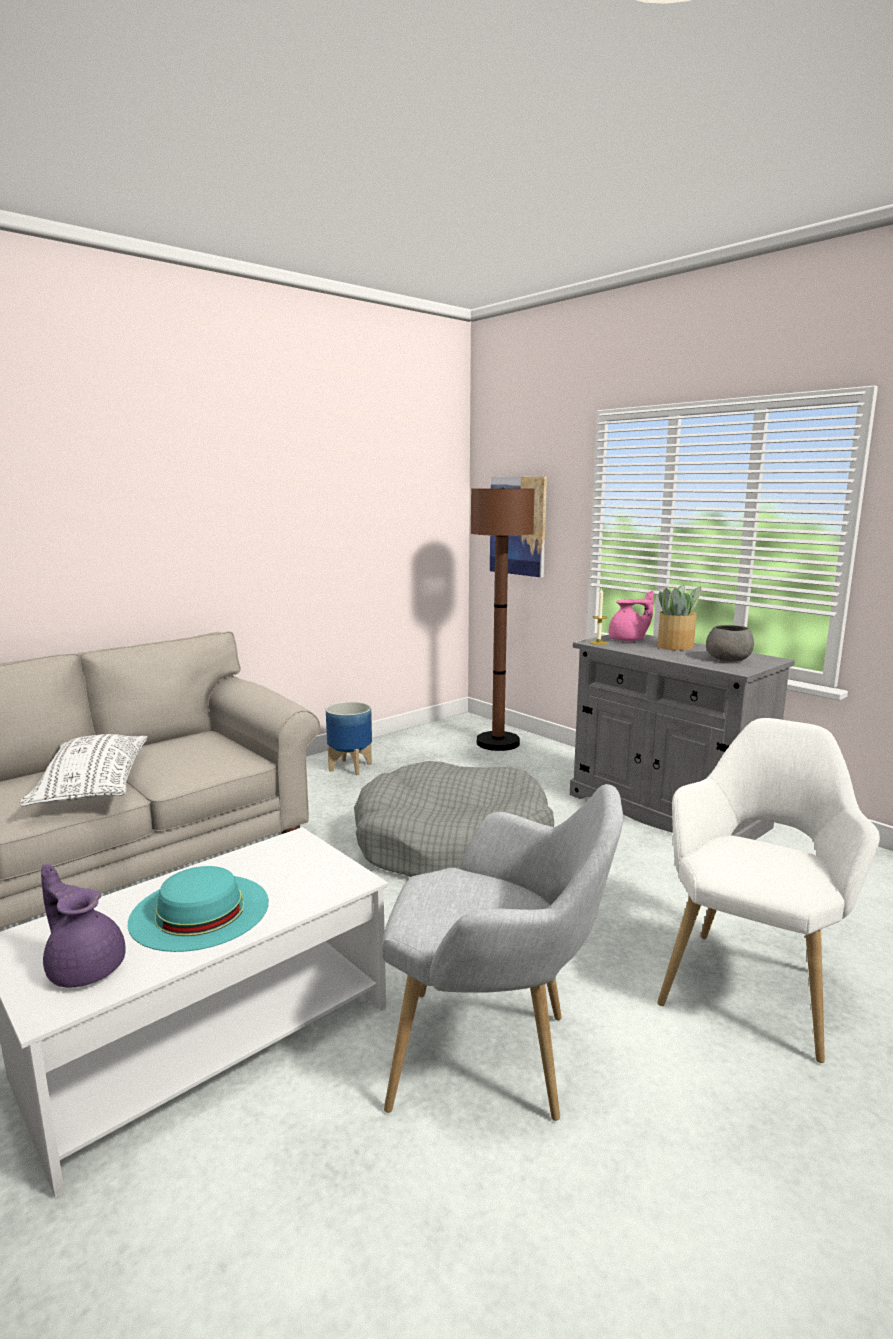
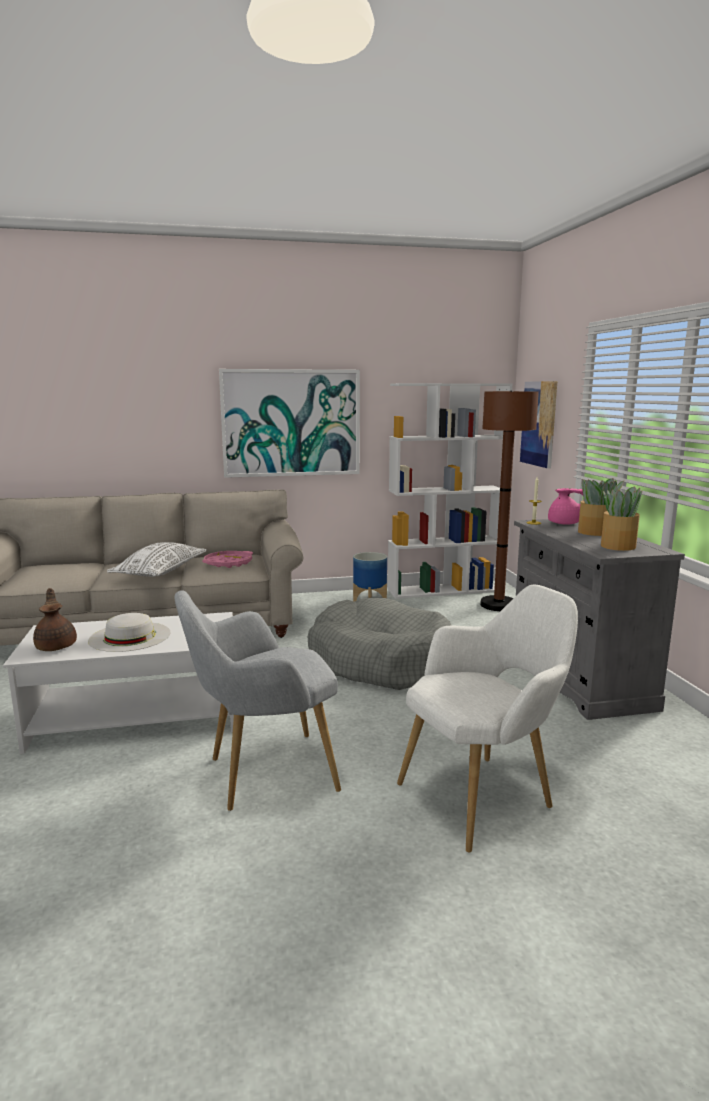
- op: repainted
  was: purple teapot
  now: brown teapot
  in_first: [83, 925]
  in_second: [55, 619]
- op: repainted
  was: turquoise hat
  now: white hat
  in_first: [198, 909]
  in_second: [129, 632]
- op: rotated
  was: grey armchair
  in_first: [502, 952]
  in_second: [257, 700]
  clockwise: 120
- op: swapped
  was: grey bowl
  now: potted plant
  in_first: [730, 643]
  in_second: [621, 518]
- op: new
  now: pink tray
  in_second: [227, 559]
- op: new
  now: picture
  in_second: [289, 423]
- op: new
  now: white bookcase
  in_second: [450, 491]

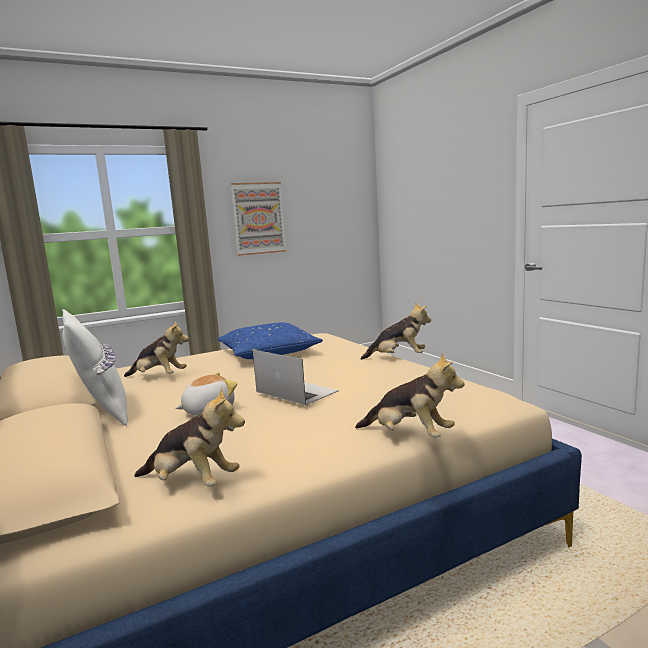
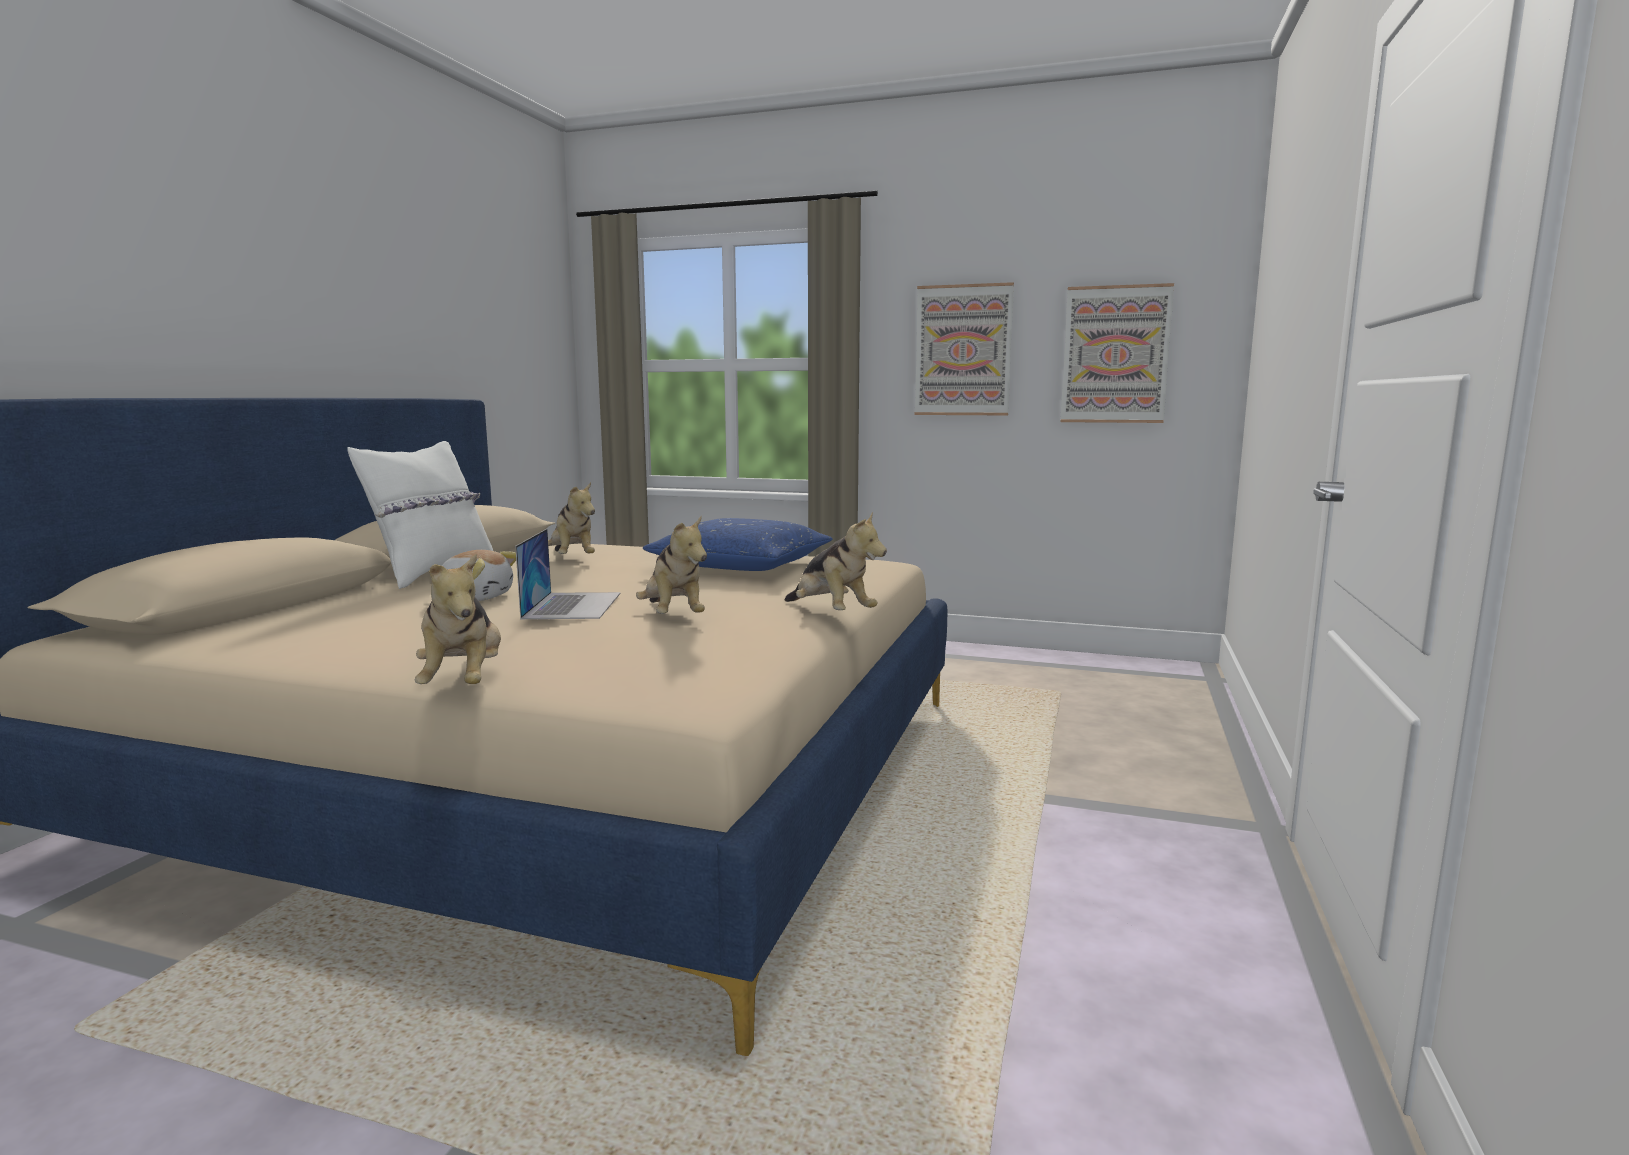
- op: shifted
  was: plush toy
  in_first: [189, 436]
  in_second: [671, 565]
- op: new
  now: picture
  in_second: [1117, 353]

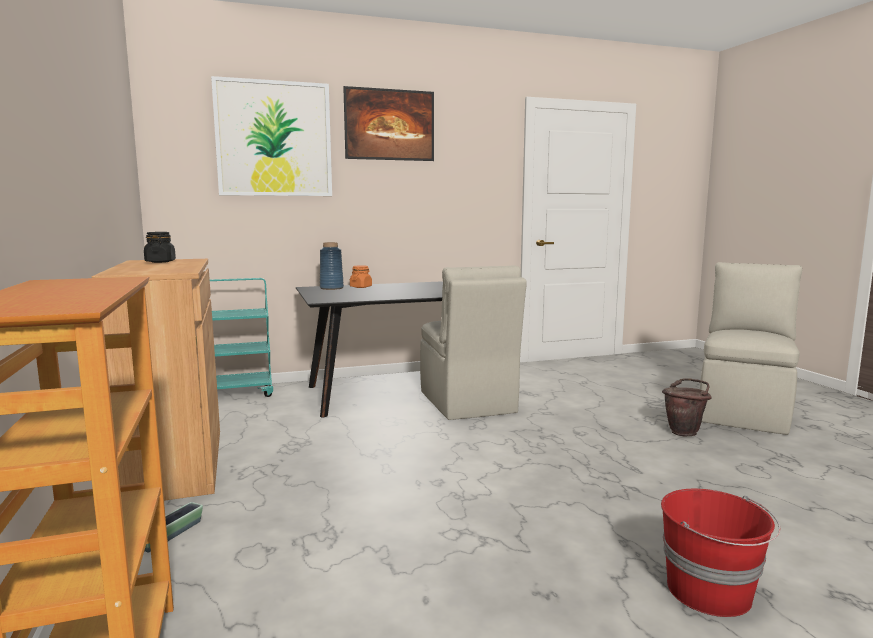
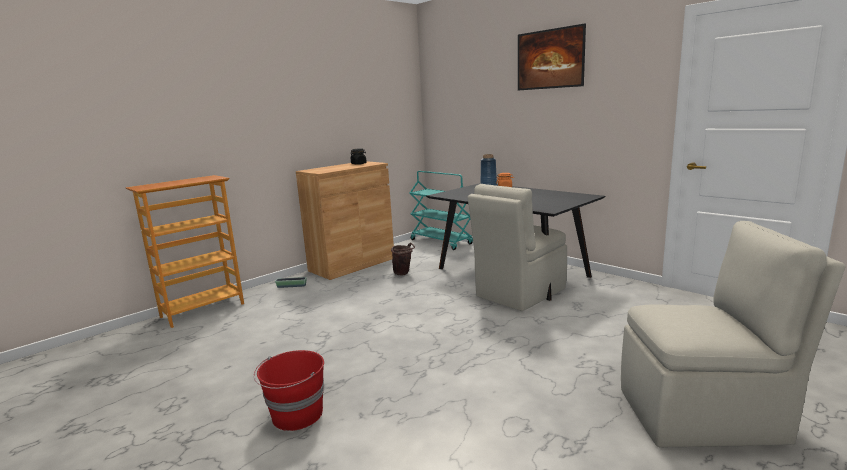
- op: gone
  was: picture
  in_first: [271, 136]
- op: shifted
  was: brown bucket
  in_first: [687, 407]
  in_second: [403, 258]

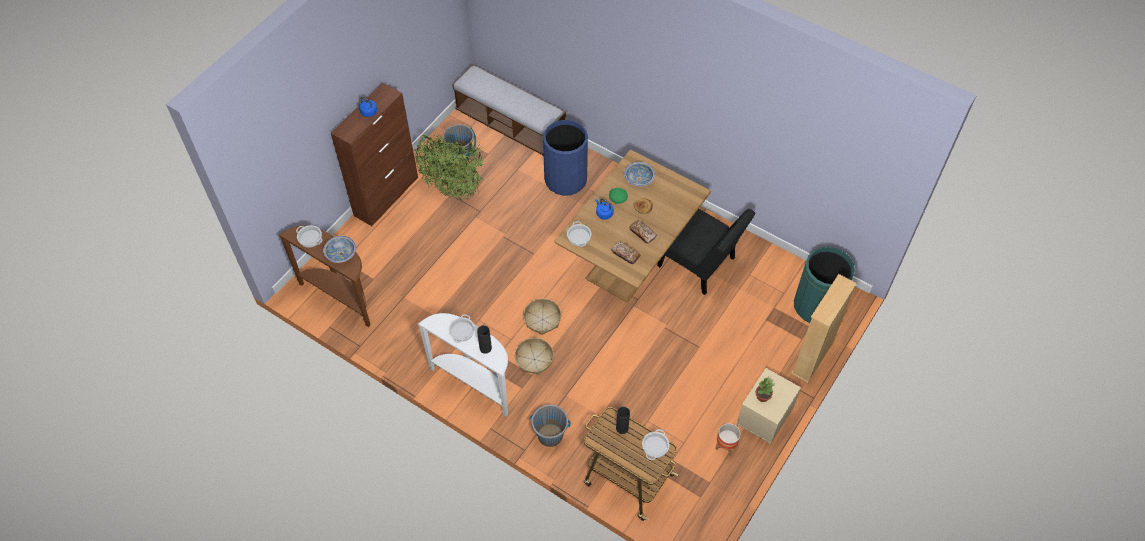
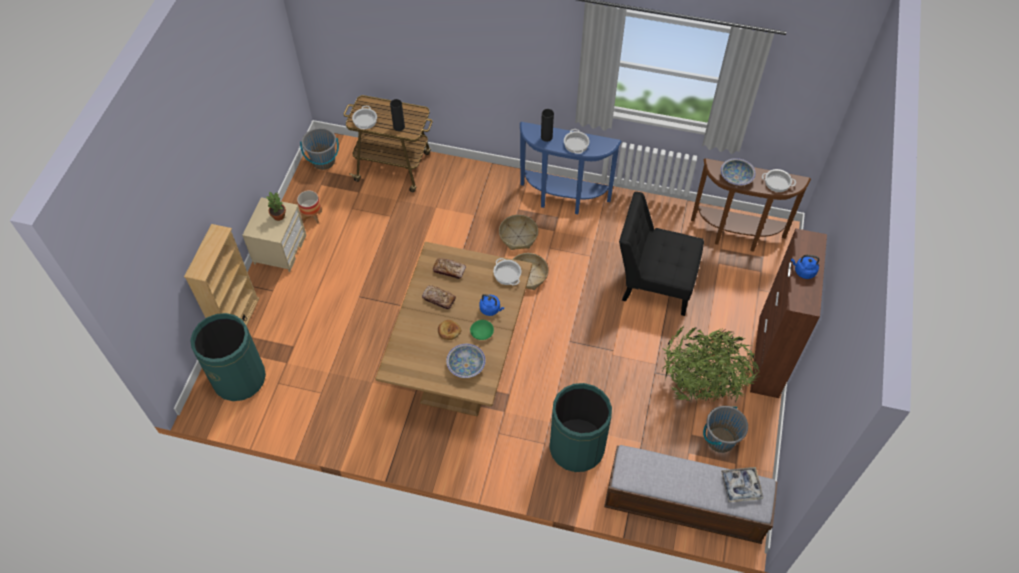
- op: repainted
  was: white console table
  now: blue console table
  in_first: [463, 365]
  in_second: [571, 168]
- op: shifted
  was: grey bucket
  in_first: [550, 426]
  in_second: [319, 149]
- op: repainted
  was: blue trash can
  now: green trash can
  in_first: [565, 158]
  in_second: [580, 427]
- op: shifted
  was: black chair
  in_first: [706, 252]
  in_second: [661, 254]
- op: new
  now: tray
  in_second: [742, 485]

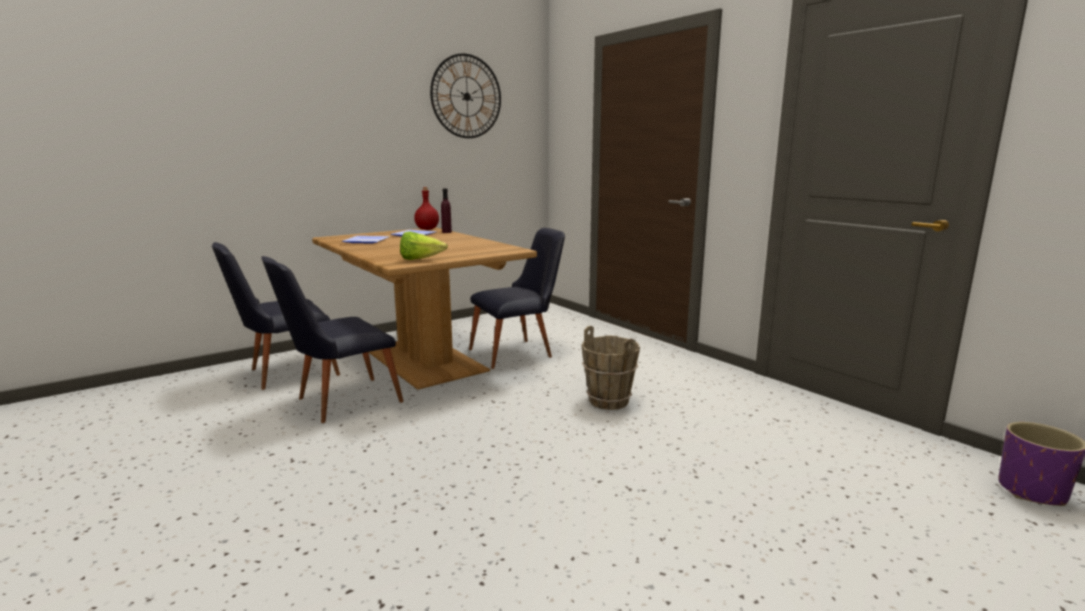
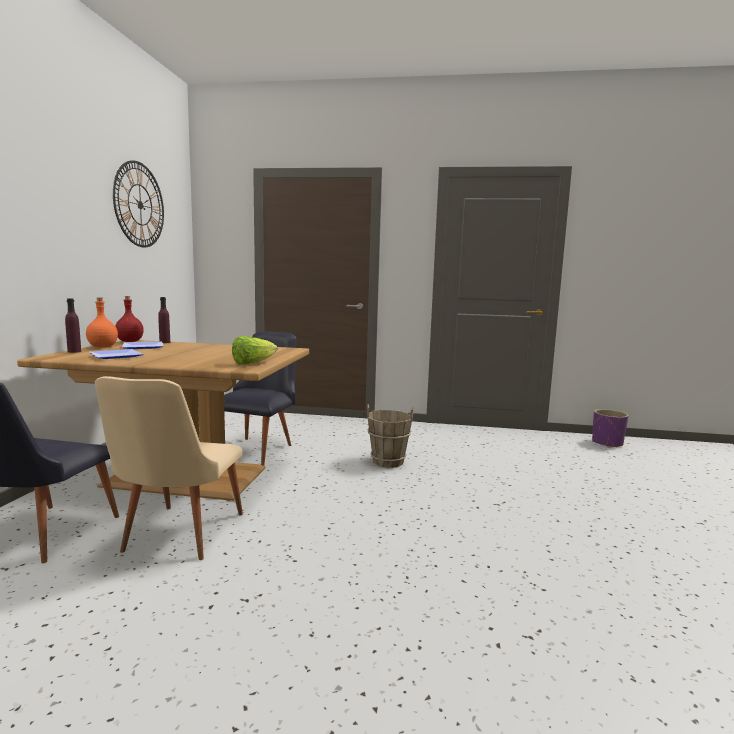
- op: repainted
  was: black chair
  now: beige chair
  in_first: [332, 339]
  in_second: [169, 468]
- op: new
  now: purple bottle
  in_second: [73, 325]
- op: new
  now: orange bottle
  in_second: [102, 322]

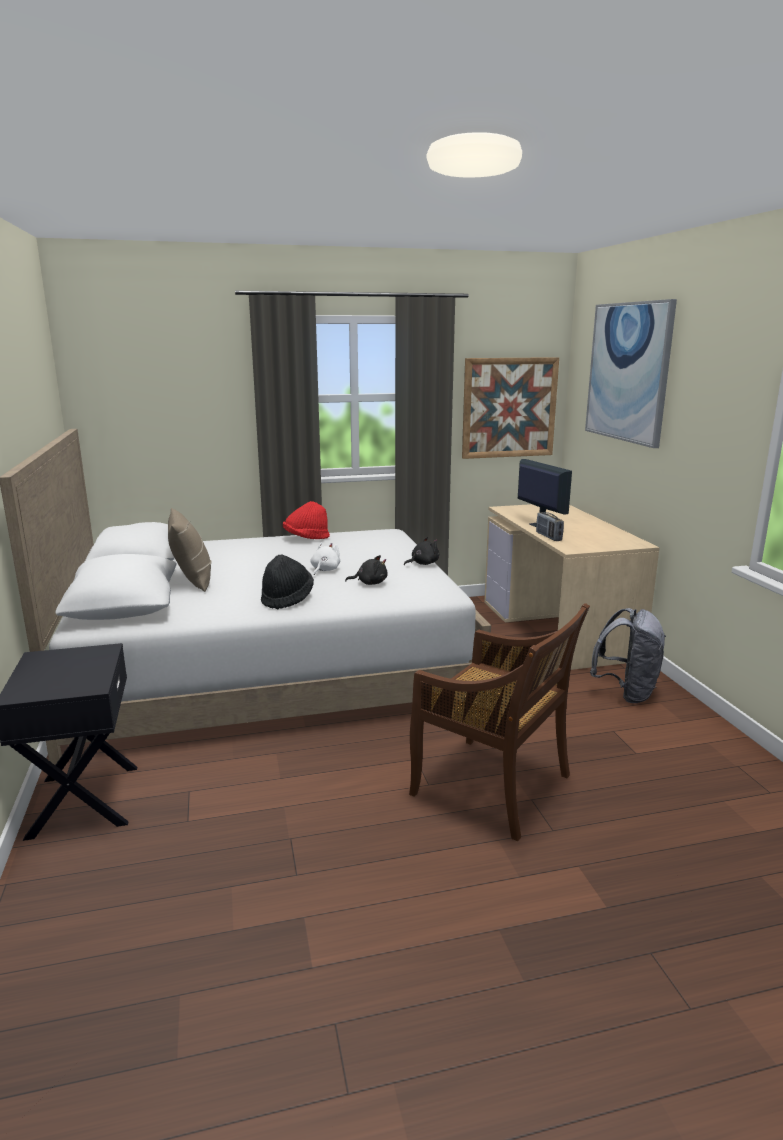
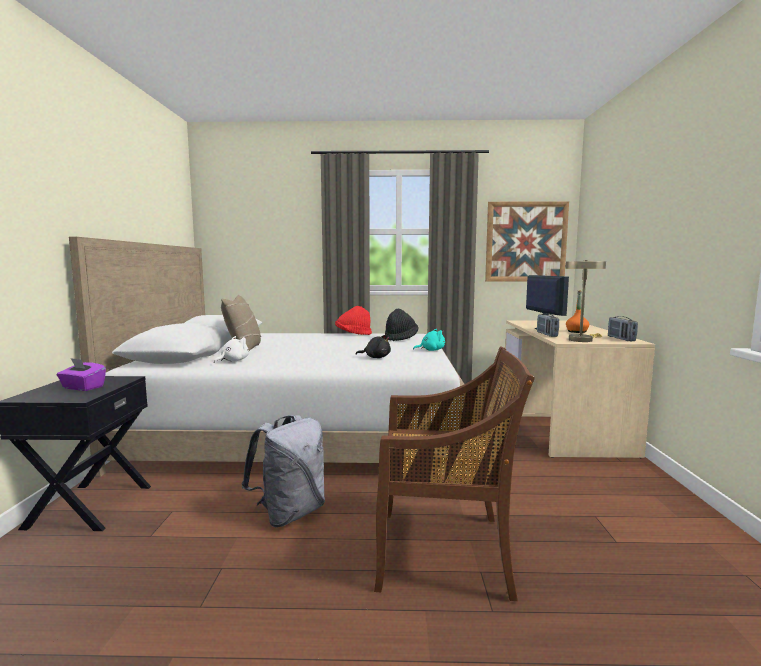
- op: shifted
  was: black hat
  in_first: [287, 582]
  in_second: [402, 325]
- op: shifted
  was: white plush toy
  in_first: [325, 559]
  in_second: [231, 349]
- op: repainted
  was: black plush toy
  now: turquoise plush toy
  in_first: [421, 551]
  in_second: [429, 340]
- op: rotated
  was: brown chair
  in_first: [499, 722]
  in_second: [454, 473]
  clockwise: -45
- op: gone
  was: picture
  in_first: [631, 373]
- op: shifted
  was: grey backpack
  in_first: [628, 655]
  in_second: [283, 471]
- op: new
  now: purple tissue box
  in_second: [81, 374]
- op: new
  now: beige table lamp
  in_second: [586, 301]
- op: new
  now: orange bottle
  in_second: [577, 311]
- op: new
  now: radio
  in_second: [623, 328]

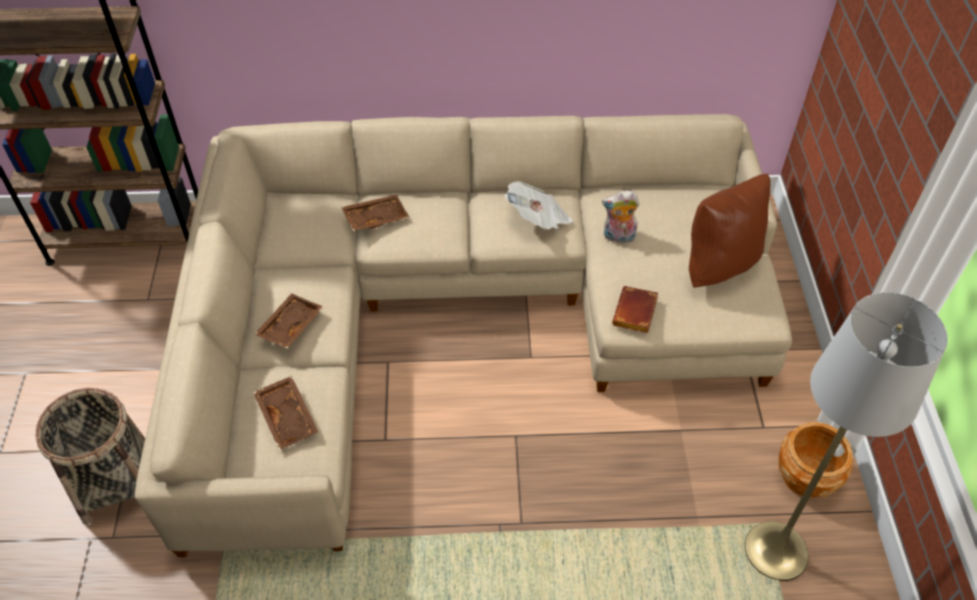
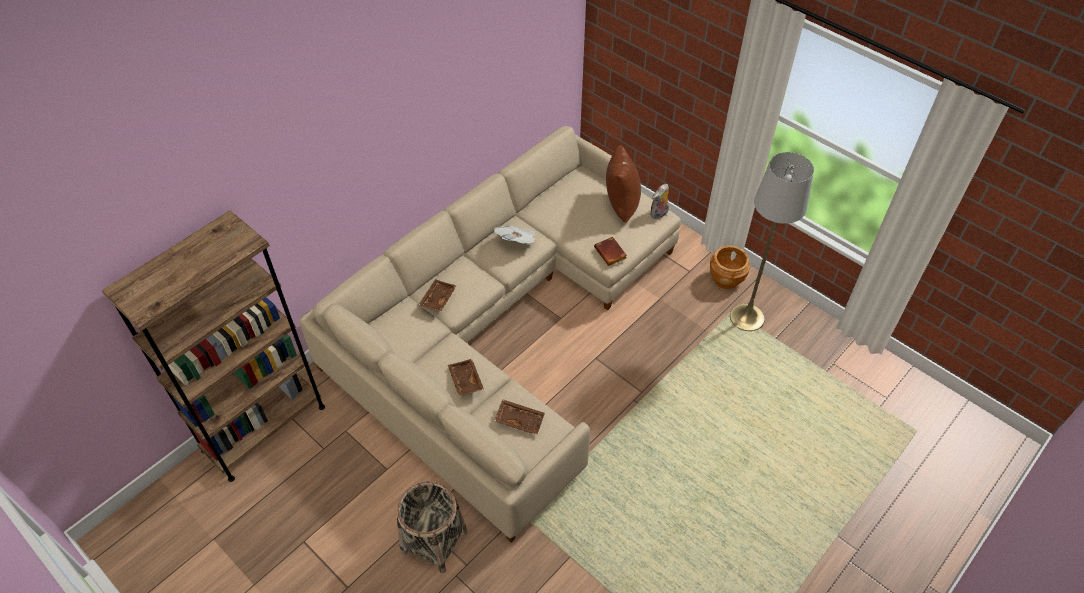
- op: shifted
  was: plush toy
  in_first: [621, 218]
  in_second: [659, 201]

